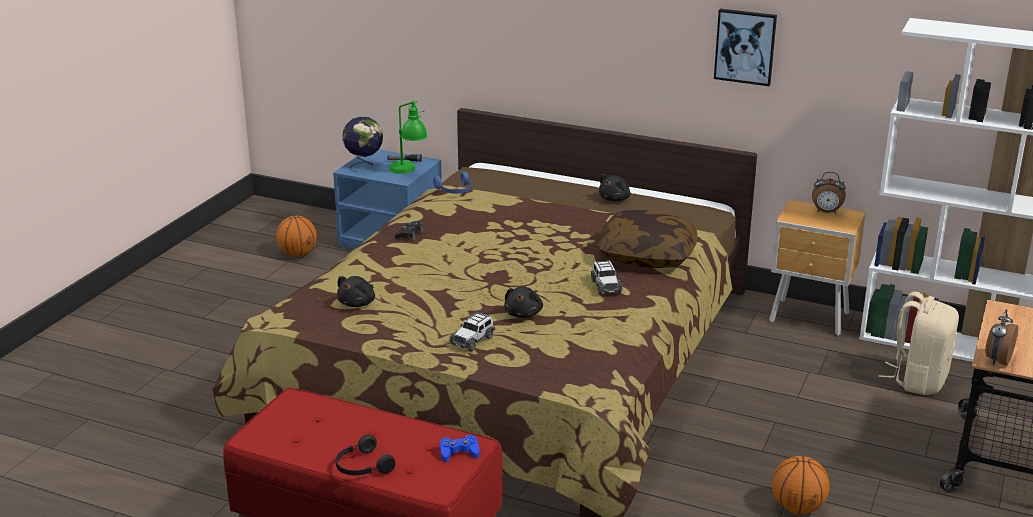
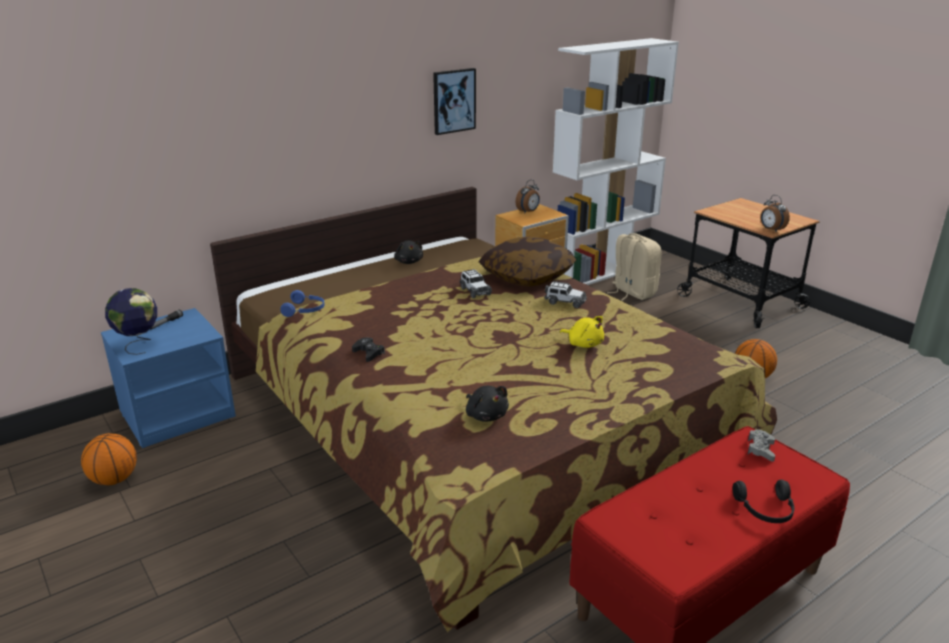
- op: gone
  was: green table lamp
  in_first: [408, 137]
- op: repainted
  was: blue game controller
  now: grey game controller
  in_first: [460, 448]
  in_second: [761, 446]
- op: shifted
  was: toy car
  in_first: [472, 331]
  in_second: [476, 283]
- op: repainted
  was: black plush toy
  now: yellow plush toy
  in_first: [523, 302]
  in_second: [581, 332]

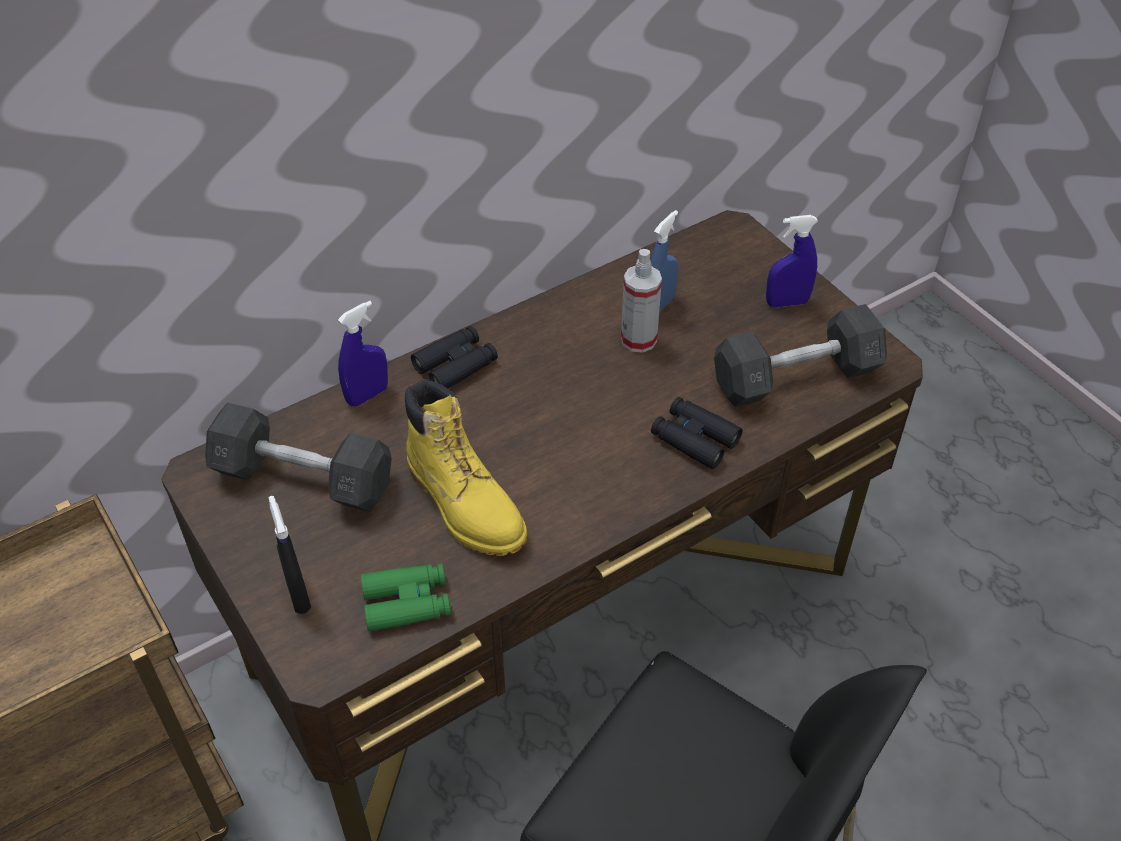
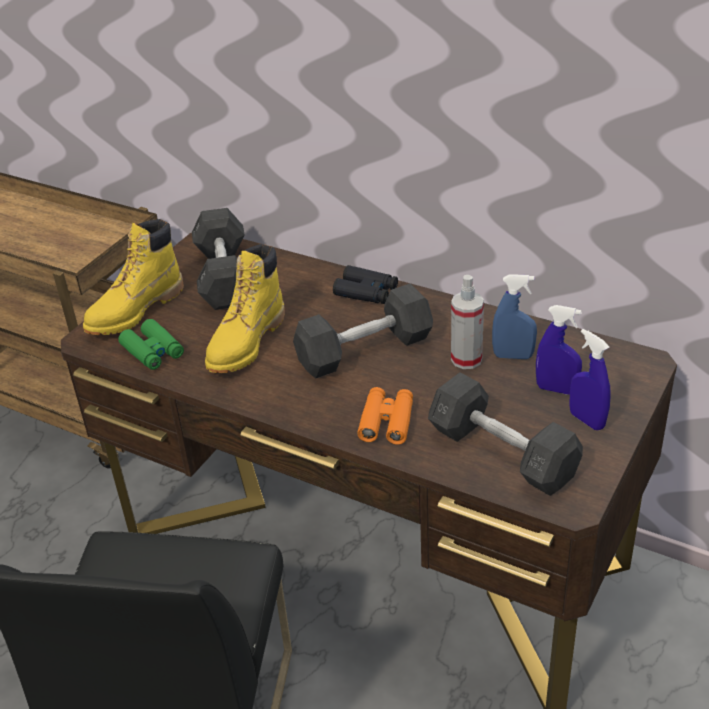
- op: swapped
  was: black spray bottle
  now: yellow boot
  in_first: [290, 555]
  in_second: [133, 277]
- op: shifted
  was: blue spray bottle
  in_first: [363, 353]
  in_second: [559, 350]
- op: repainted
  was: black binoculars
  now: orange binoculars
  in_first: [696, 433]
  in_second: [385, 416]
- op: new
  now: grey dumbbell
  in_second: [363, 331]

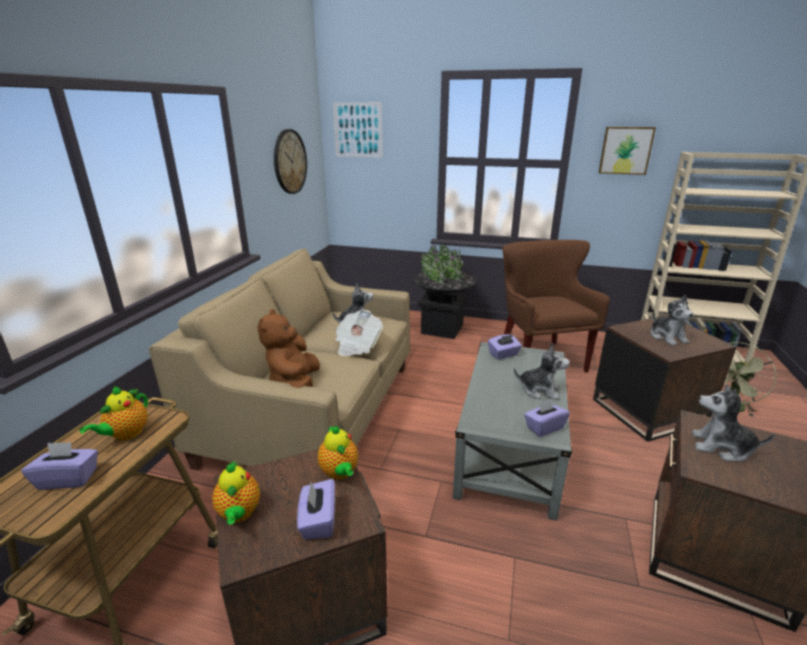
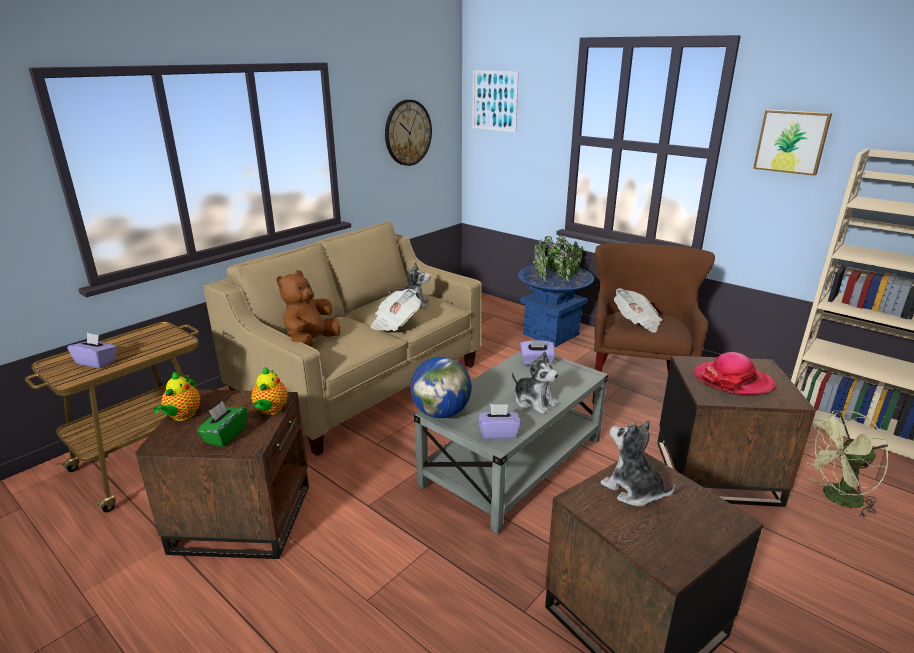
- op: gone
  was: teapot
  in_first: [113, 413]
- op: repainted
  was: purple tissue box
  now: green tissue box
  in_first: [316, 509]
  in_second: [222, 424]
- op: repainted
  was: black planter
  now: blue planter
  in_first: [444, 291]
  in_second: [556, 291]
- op: swapped
  was: plush toy
  now: hat
  in_first: [672, 320]
  in_second: [734, 373]
- op: new
  now: globe
  in_second: [441, 387]
- op: new
  now: newspaper
  in_second: [638, 310]

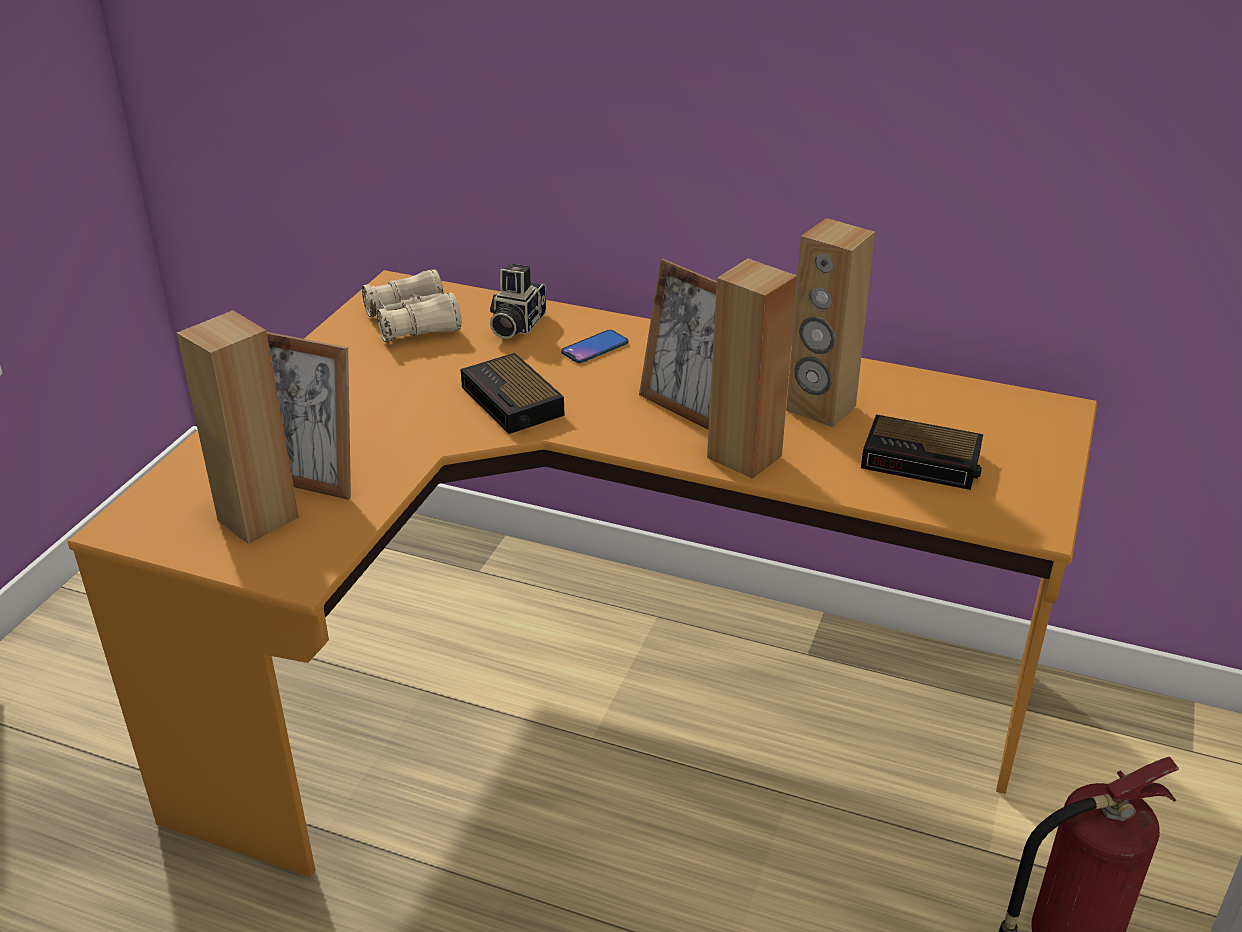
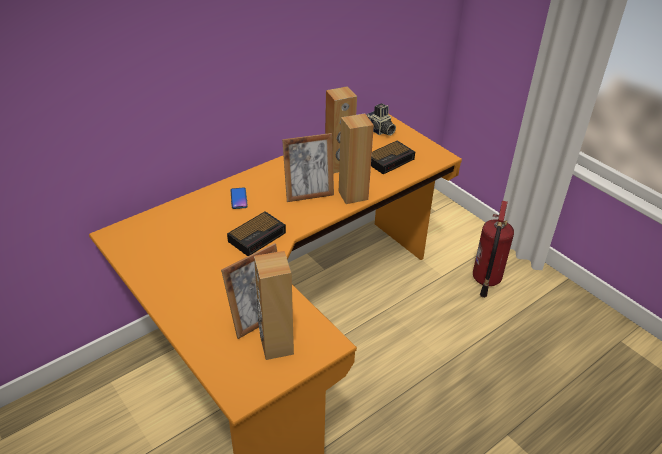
- op: gone
  was: beige binoculars
  in_first: [411, 305]
- op: rotated
  was: alarm clock
  in_first: [513, 393]
  in_second: [256, 233]
  clockwise: -45
- op: shifted
  was: photo camera
  in_first: [518, 301]
  in_second: [381, 119]

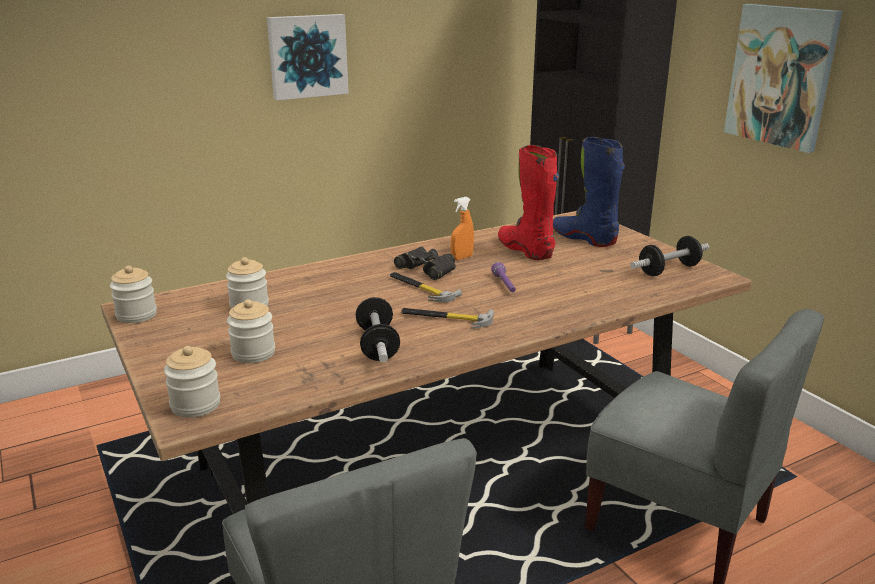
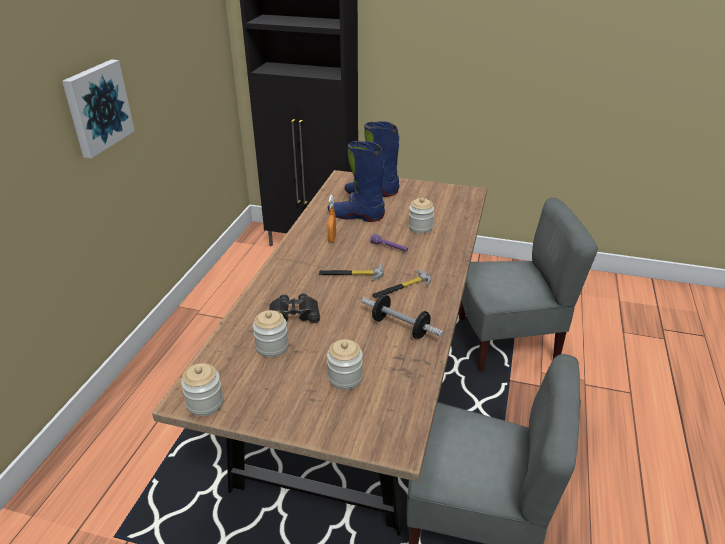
- op: shifted
  was: jar
  in_first: [192, 382]
  in_second: [421, 215]
- op: shifted
  was: black binoculars
  in_first: [425, 263]
  in_second: [294, 308]
- op: repainted
  was: red boot
  now: blue boot
  in_first: [528, 202]
  in_second: [356, 181]
- op: gone
  was: dumbbell
  in_first: [669, 256]
- op: gone
  was: picture
  in_first: [783, 78]

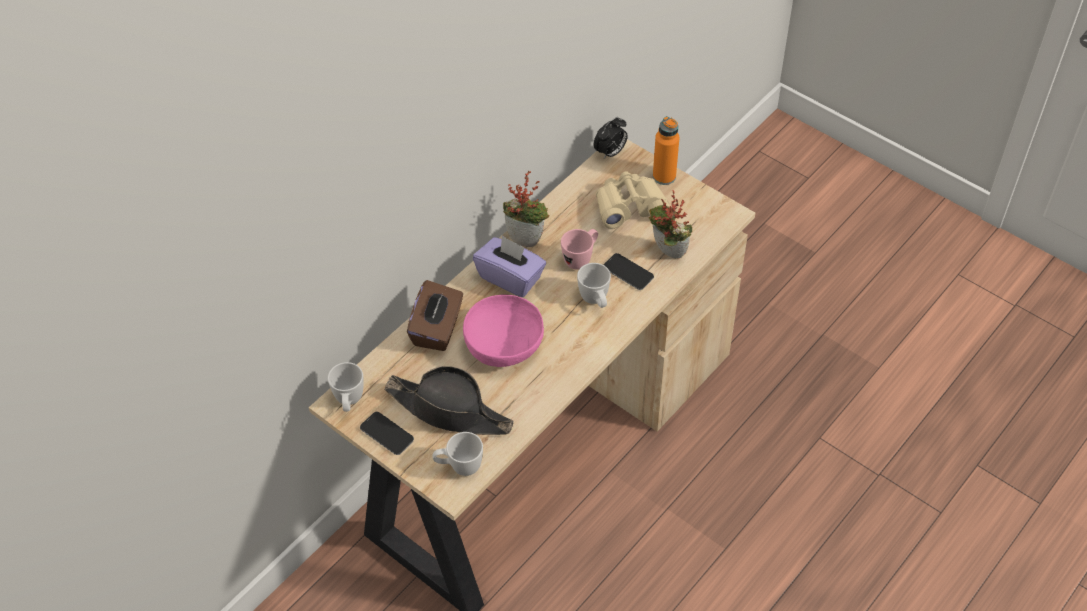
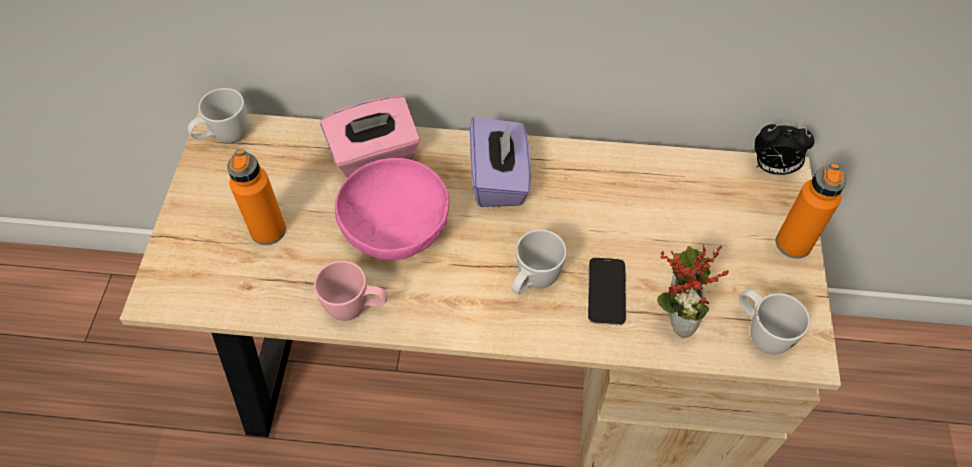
- op: gone
  was: phone
  in_first: [387, 433]
- op: swapped
  was: black hat
  now: orange bottle
  in_first: [449, 400]
  in_second: [256, 197]
- op: repainted
  was: brown tissue box
  now: pink tissue box
  in_first: [435, 315]
  in_second: [370, 137]
- op: shifted
  was: white mug
  in_first: [458, 454]
  in_second: [774, 322]
- op: gone
  was: potted plant
  in_first: [526, 209]
- op: shifted
  was: pink mug
  in_first: [579, 249]
  in_second: [351, 291]
- op: gone
  was: beige binoculars
  in_first: [633, 200]

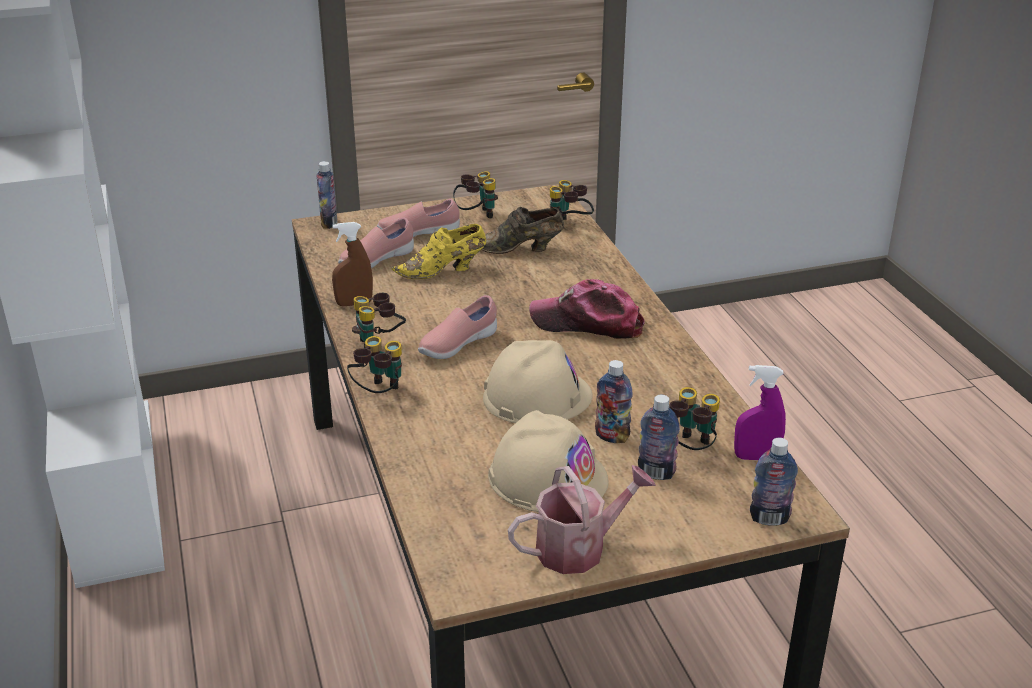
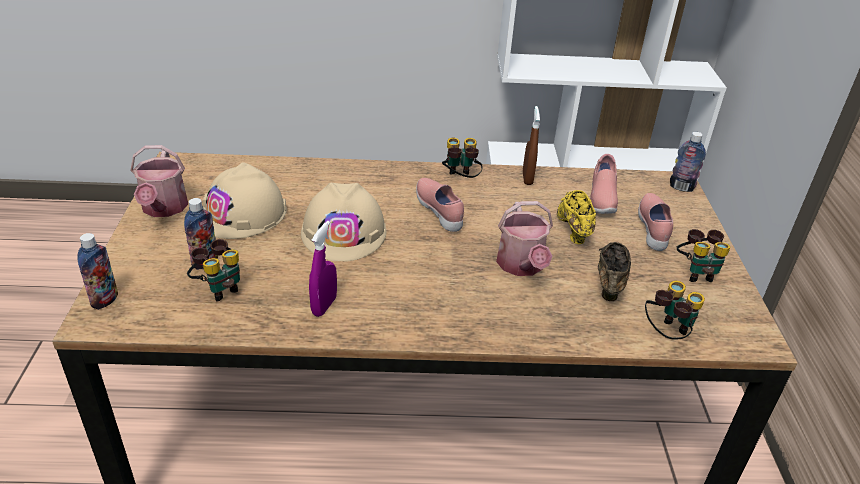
- op: rotated
  was: pink shoe
  in_first: [376, 242]
  in_second: [604, 184]
  clockwise: -150
- op: gone
  was: binoculars
  in_first: [374, 364]
- op: gone
  was: cap
  in_first: [587, 309]
- op: gone
  was: bottle
  in_first: [614, 401]
- op: shifted
  was: purple spray bottle
  in_first: [760, 412]
  in_second: [323, 269]
- op: new
  now: watering can
  in_second: [524, 238]

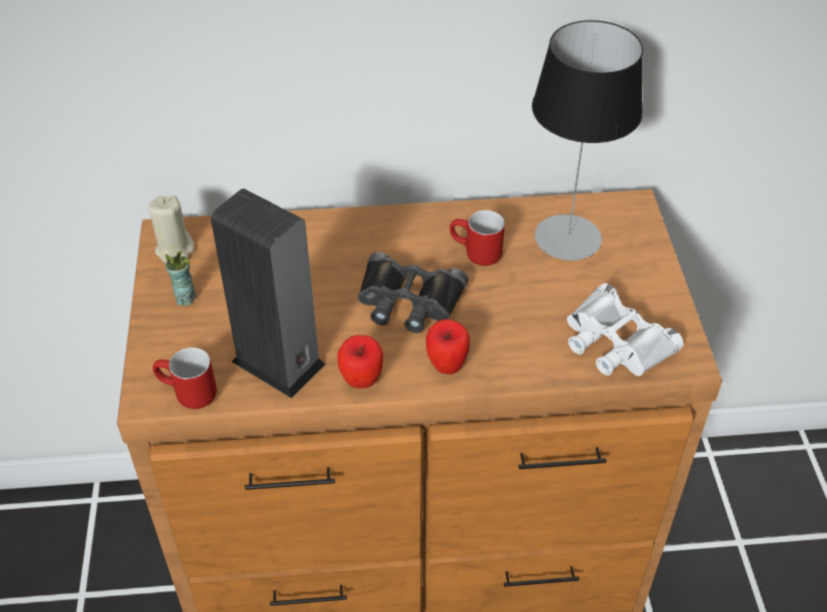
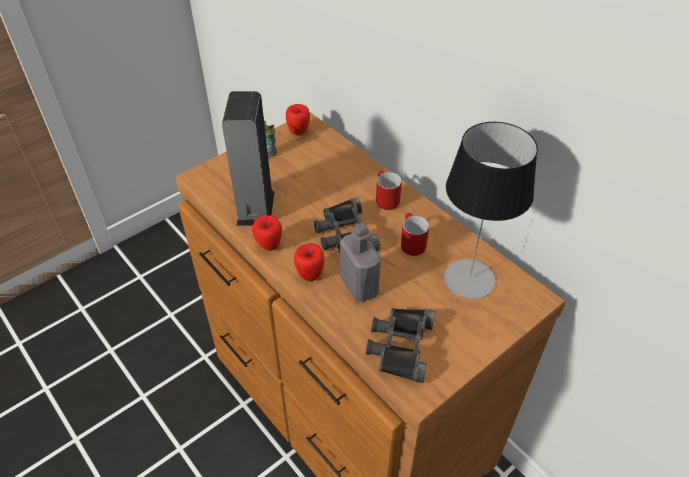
- op: swapped
  was: beige candle
  now: apple
  in_first: [171, 229]
  in_second: [298, 119]
- op: shifted
  was: red mug
  in_first: [185, 378]
  in_second: [389, 190]
- op: repainted
  was: white binoculars
  now: black binoculars
  in_first: [625, 329]
  in_second: [400, 345]
- op: new
  now: grey bottle
  in_second: [360, 262]

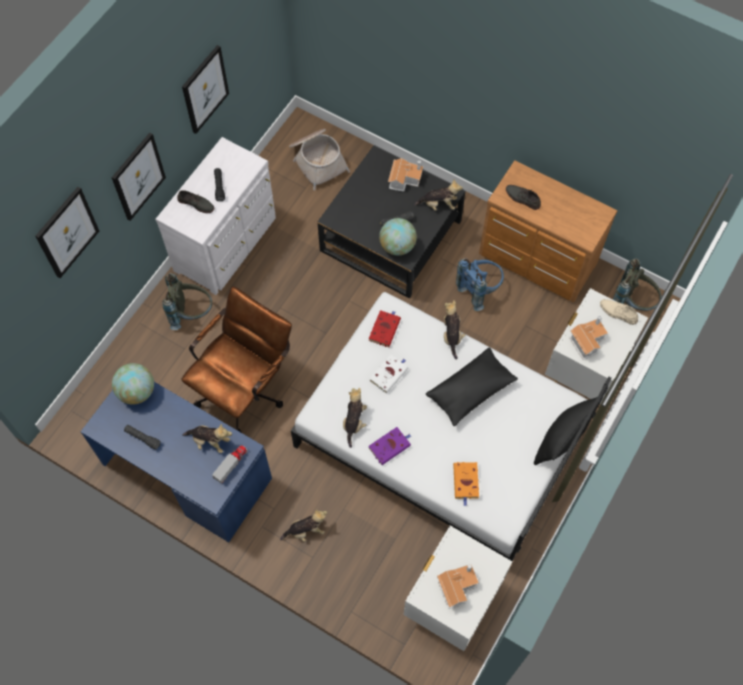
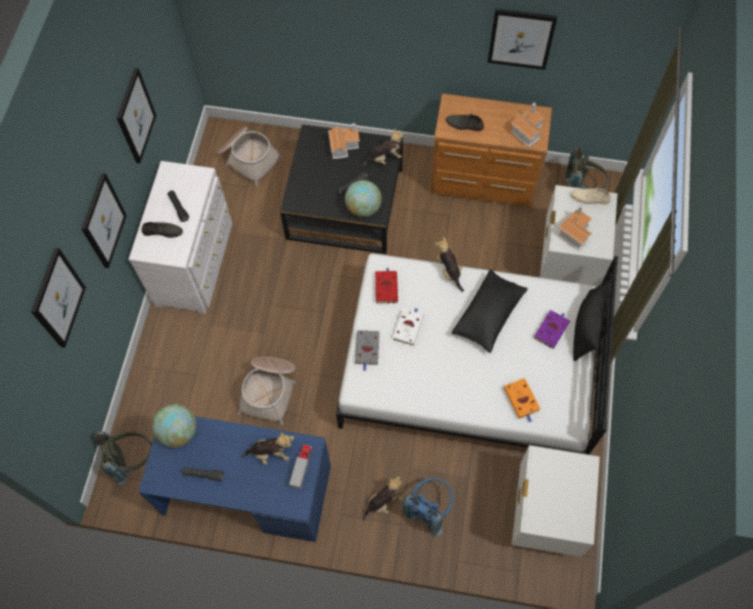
- op: shifted
  was: grey backpack
  in_first: [187, 301]
  in_second: [123, 458]
- op: swapped
  was: brown office chair
  now: basket
  in_first: [236, 359]
  in_second: [267, 391]
- op: gone
  was: plush toy
  in_first: [355, 418]
- op: shifted
  was: purple book
  in_first: [390, 446]
  in_second: [552, 329]
- op: shifted
  was: toy house
  in_first: [458, 586]
  in_second: [527, 125]
- op: shifted
  was: blue backpack
  in_first: [480, 284]
  in_second: [428, 507]
- op: new
  now: grey book
  in_second: [367, 350]
- op: new
  now: picture
  in_second: [522, 39]

